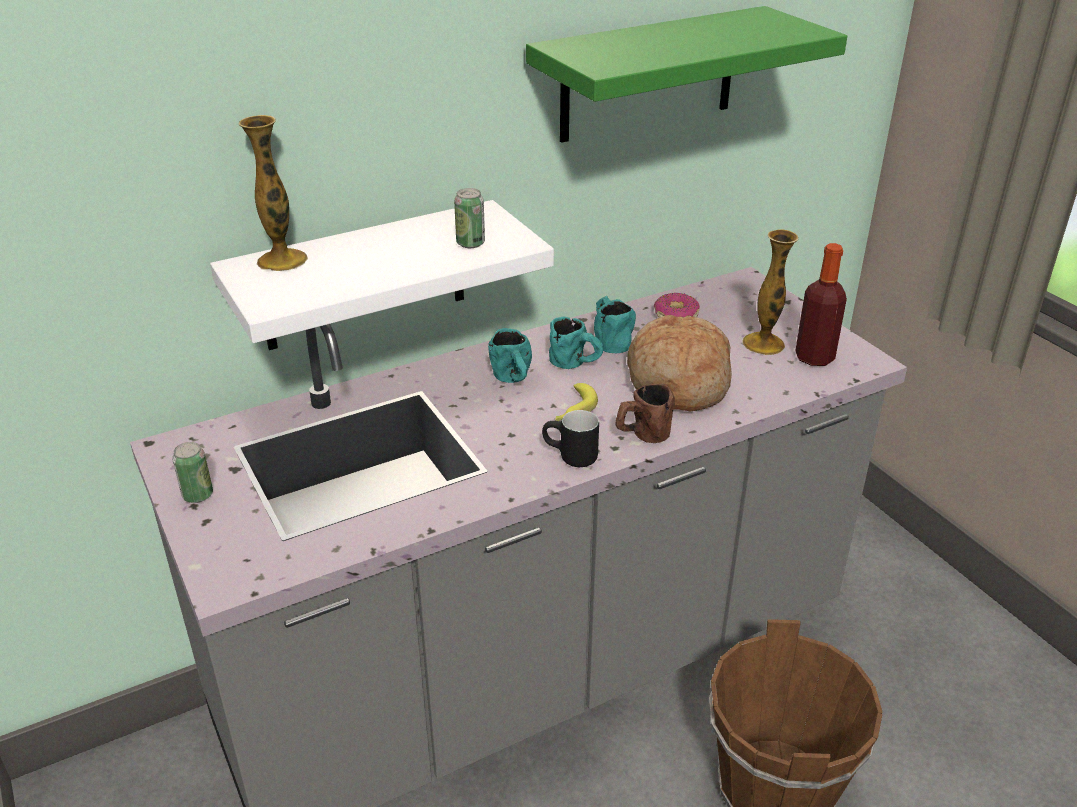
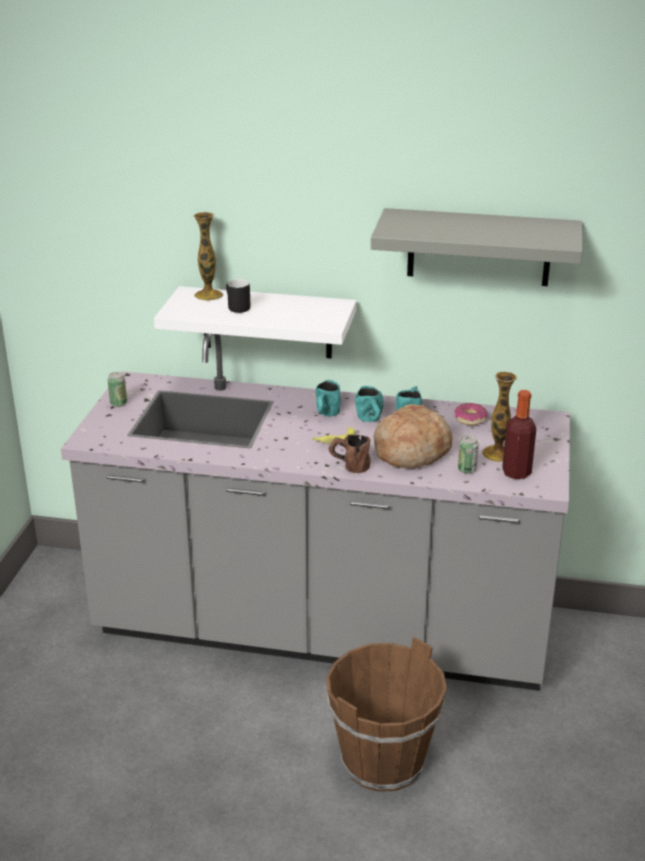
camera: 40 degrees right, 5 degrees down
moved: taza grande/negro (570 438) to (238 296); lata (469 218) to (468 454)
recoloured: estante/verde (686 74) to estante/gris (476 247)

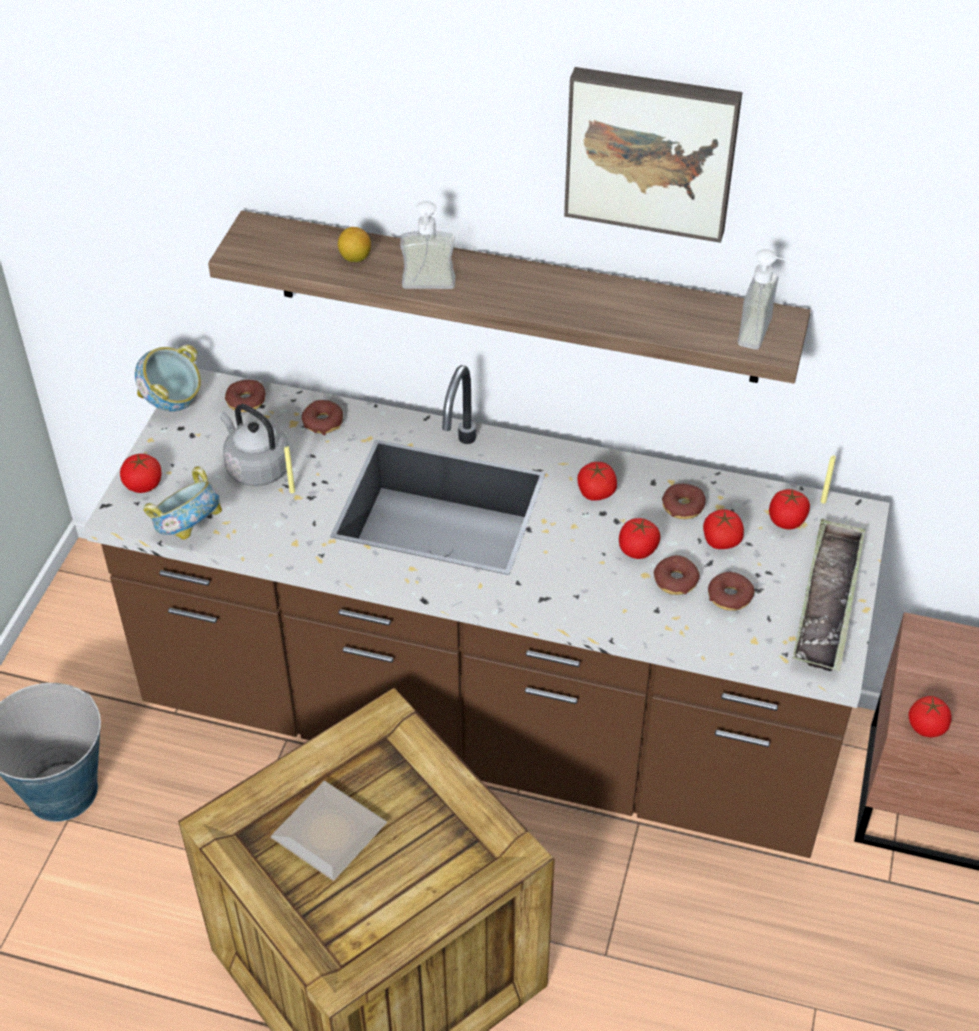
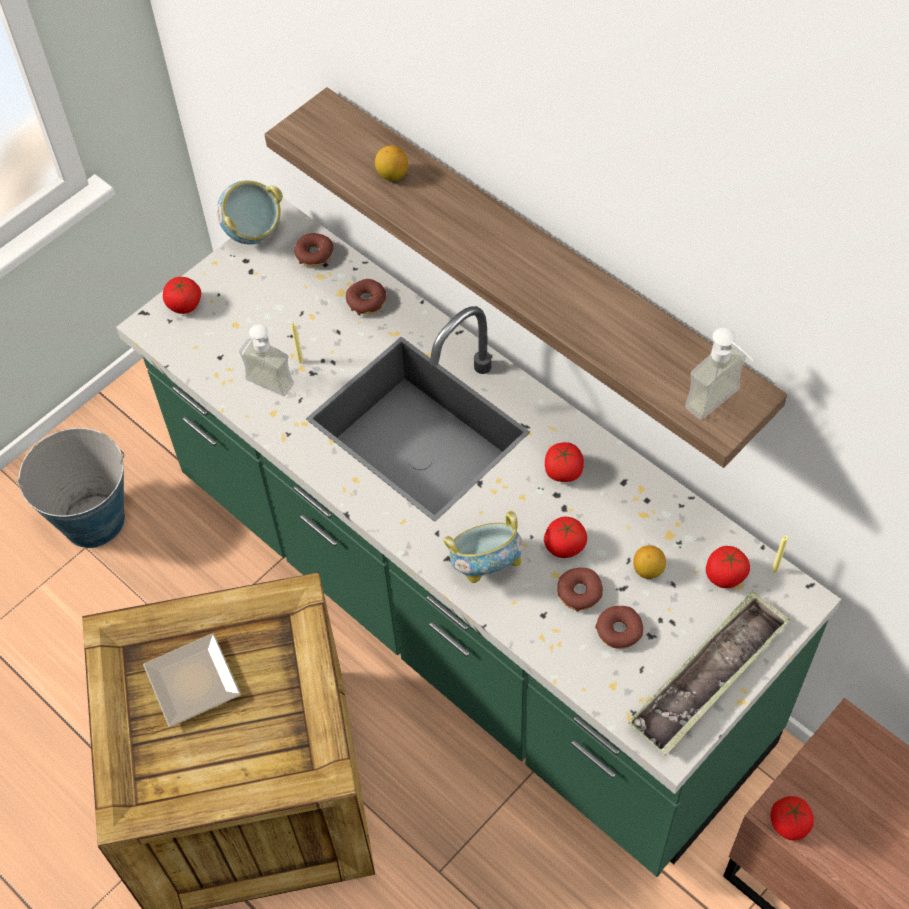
camera: 30 degrees right, 10 degrees up
removed: hervidor/gris (254 445); cuadro (653 155); rosquilla (684 501)
moved: dispensador de jabón (427 245) to (266 360); cuenco (182 503) to (483 547)
replaced: tomate (723 529) to limón (649 562)
recoloured: mueble bajo de cocina/marrón (487 611) to mueble bajo de cocina/verde (478 537)

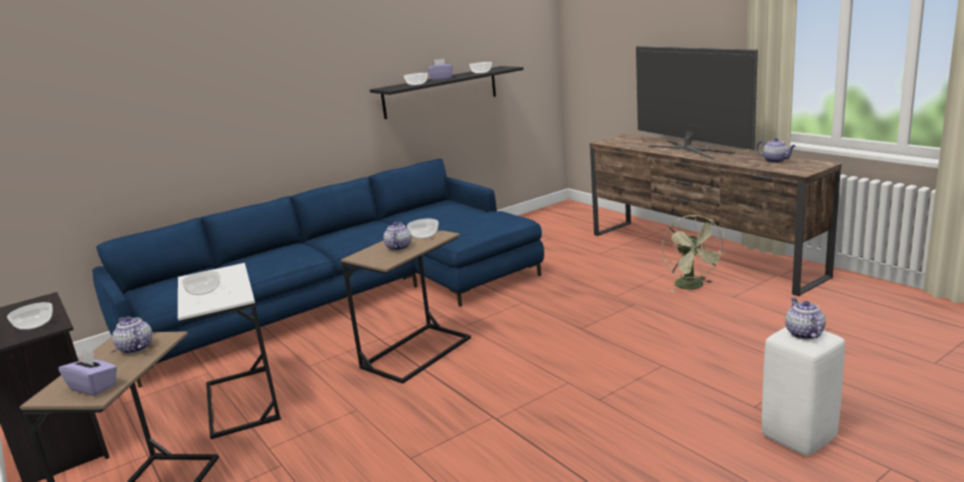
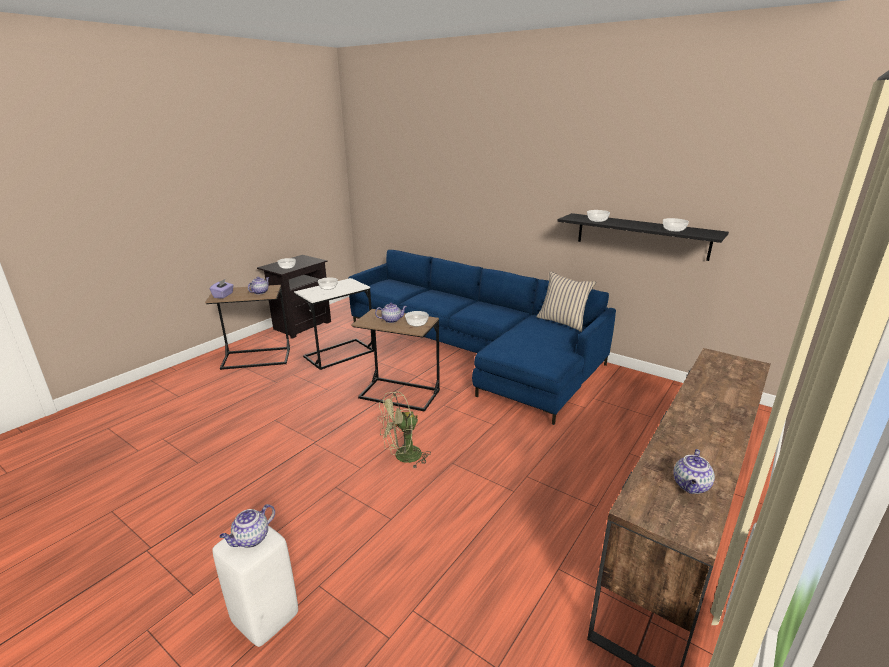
camera: 70 degrees right, 5 degrees up
removed: caja de pañuelos/morado (440 69); televisor (697 102)
added: cojín/beis (566 301)
moved: ventilador/verde (694 253) to (404 430)
turned: tetera (805 318) = (247 526) 150 degrees clockwise

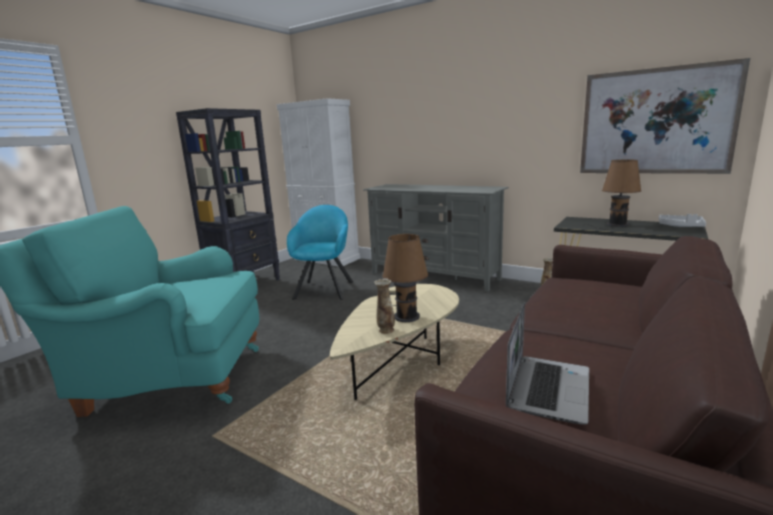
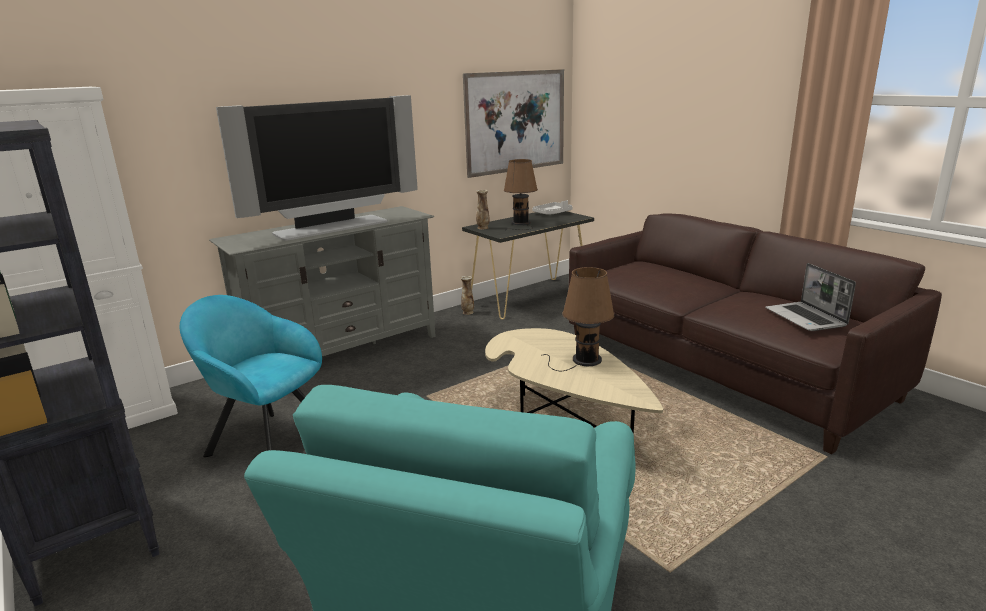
camera: 70 degrees left, 5 degrees up
added: televisor (317 168)
moved: florero (384 306) to (482 209)
turned: portátil (547 364) = (810 297) 150 degrees counterclockwise

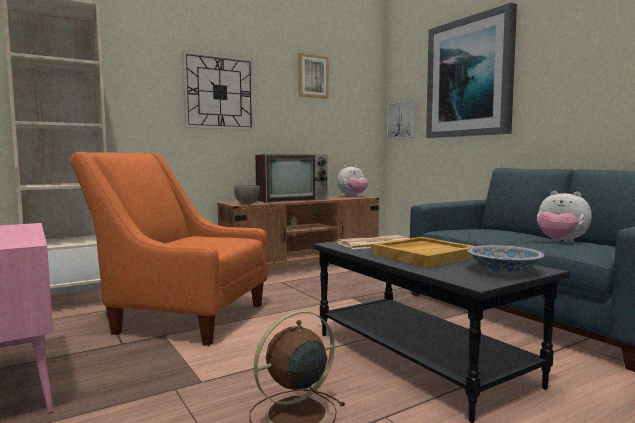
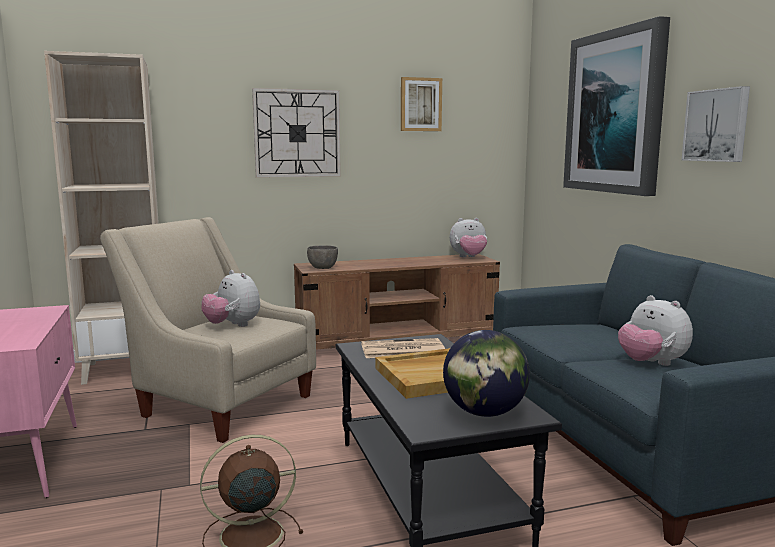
camera: 15 degrees right, 5 degrees up
removed: televisor (291 178)
added: peluche (230 298)
moved: cuadro (401 120) to (716 124)
replaced: cuenco (506 258) to globo terráqueo (486 373)
recoloured: sillón/naranja (168 249) to sillón/beis (208 330)

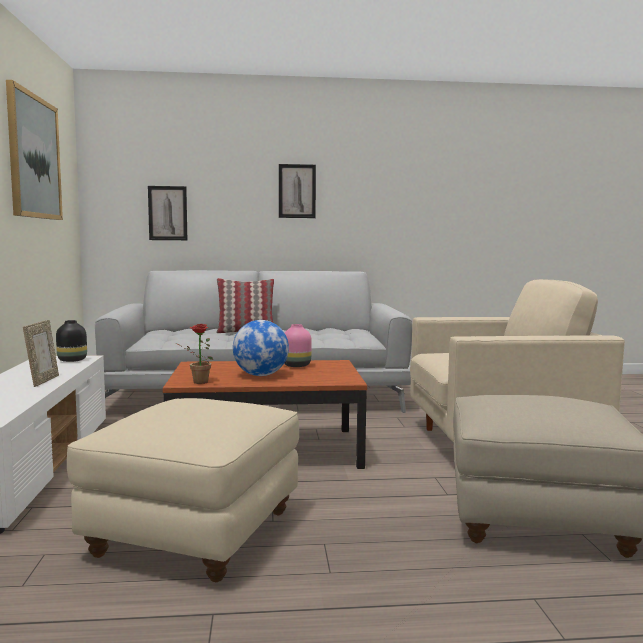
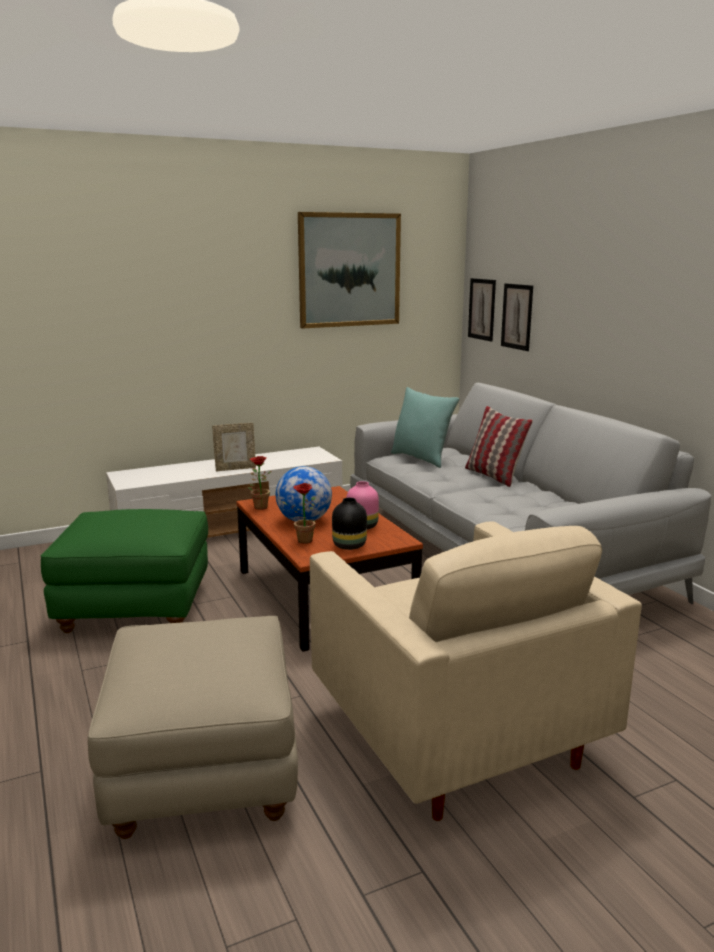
camera: 70 degrees right, 10 degrees up
added: planta en maceta (298 513); cojín/turquesa (425 427)
moved: florero/negro (71 341) to (349 524); cuadro (297 191) to (482 309)
recoloured: puf/beis (183 490) to puf/verde (124 571)

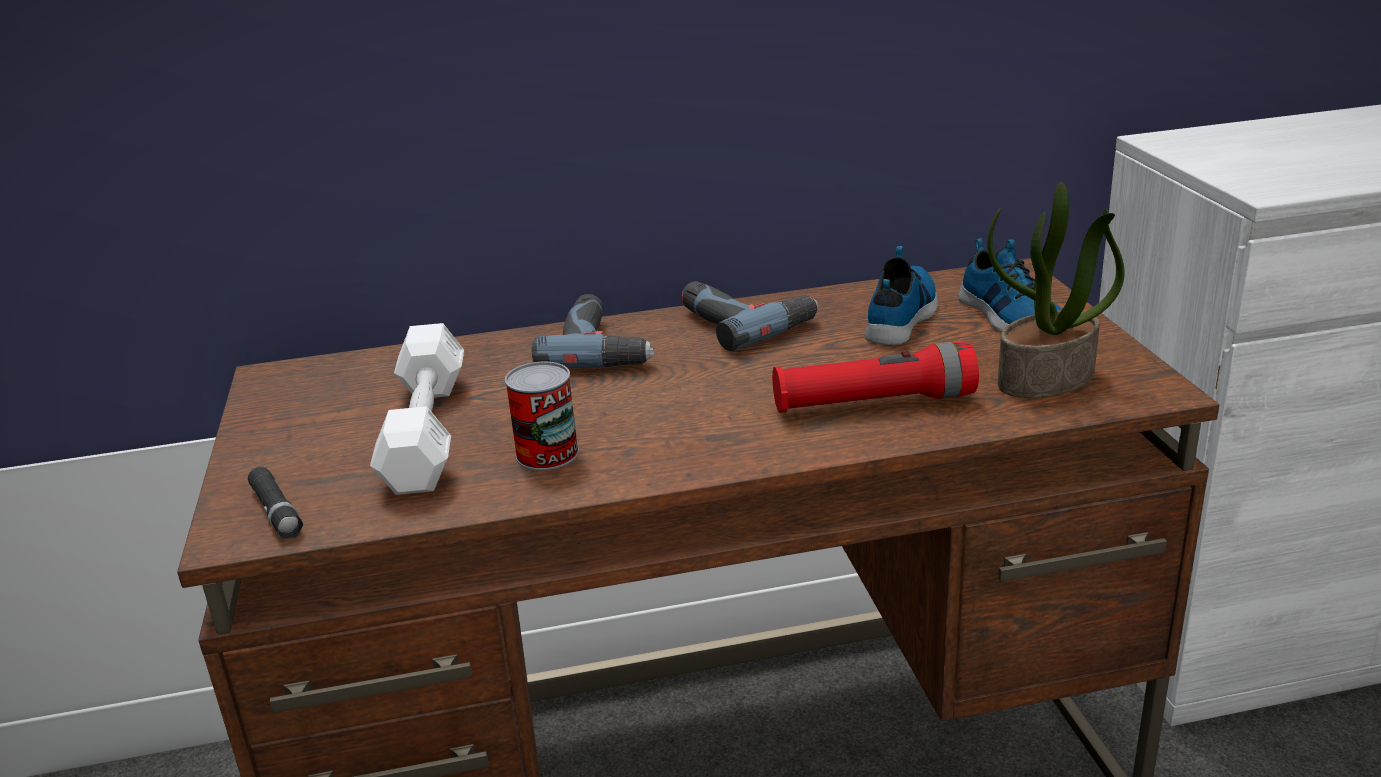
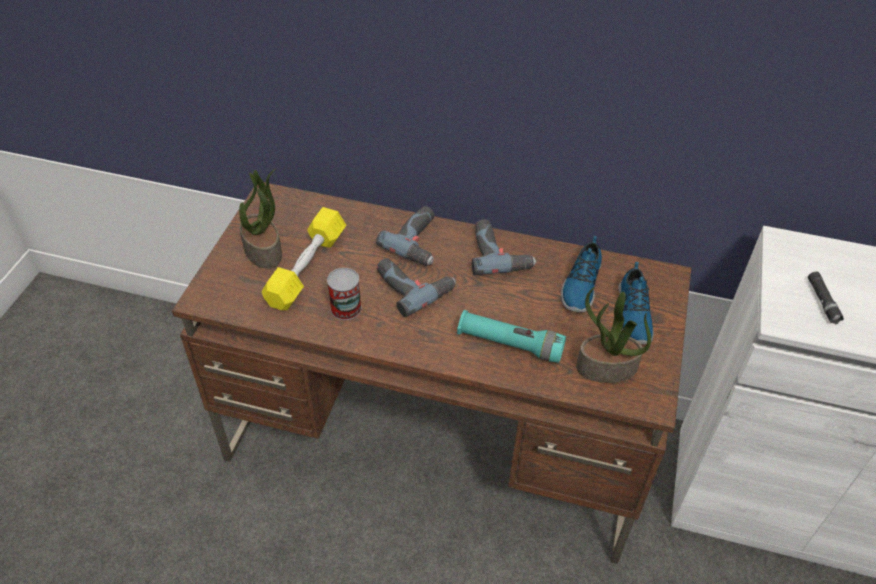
camera: 25 degrees right, 20 degrees up
added: planta en maceta (260 218); taladro (416 287)
moved: linterna/negro (275 503) to (826 298)
recoloured: mancuerna/blanco (417 409) to mancuerna/amarillo (304 258); linterna/rojo (875 377) to linterna/turquesa (511 336)
turned: zapato (901 295) = (581 274) 150 degrees clockwise

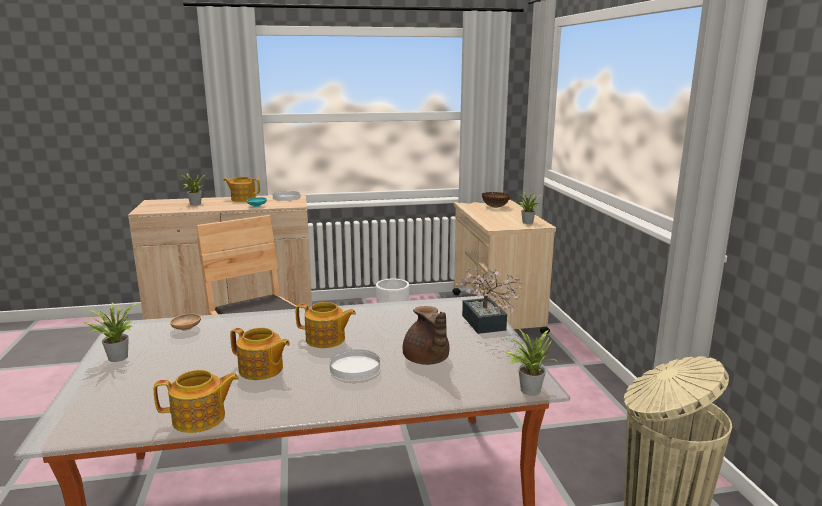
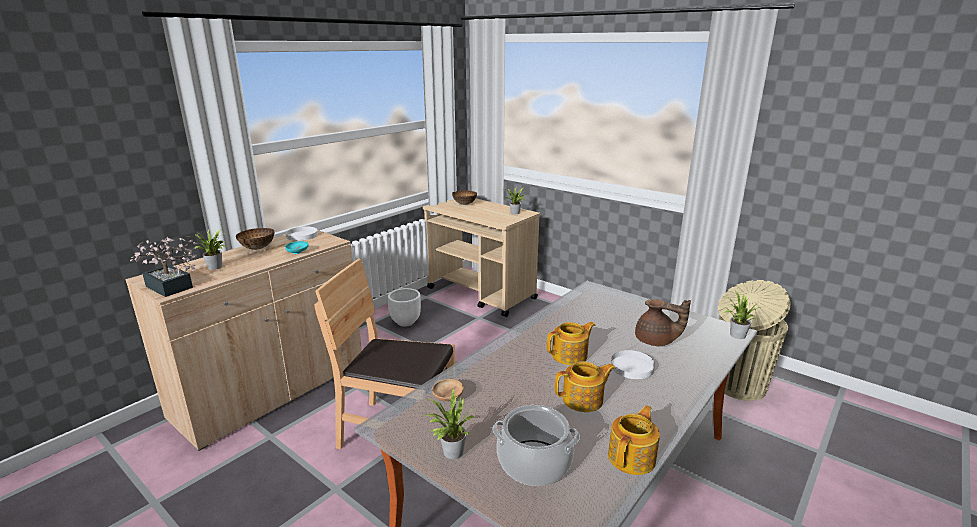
camera: 40 degrees left, 5 degrees up
added: olla (536 445)
moved: planta en maceta (489 300) to (164 267)
replaced: tetera (241 189) to cuenco (255 239)

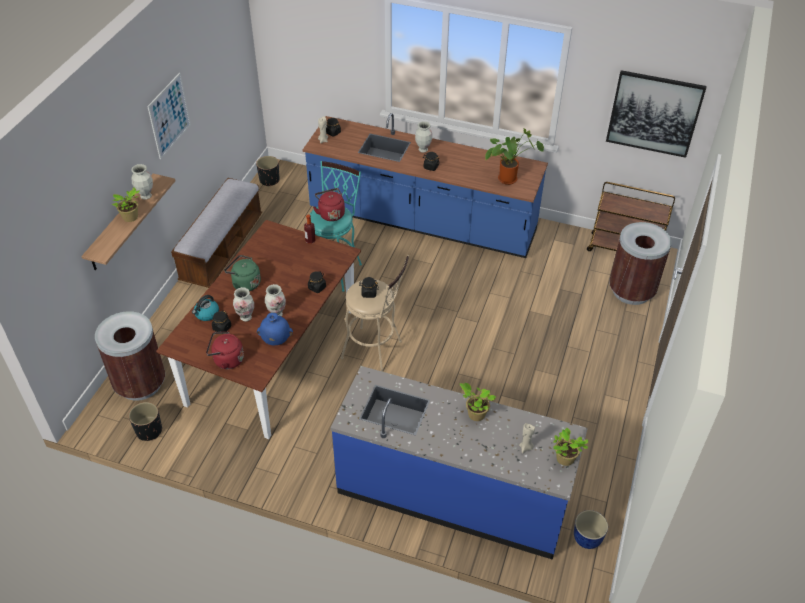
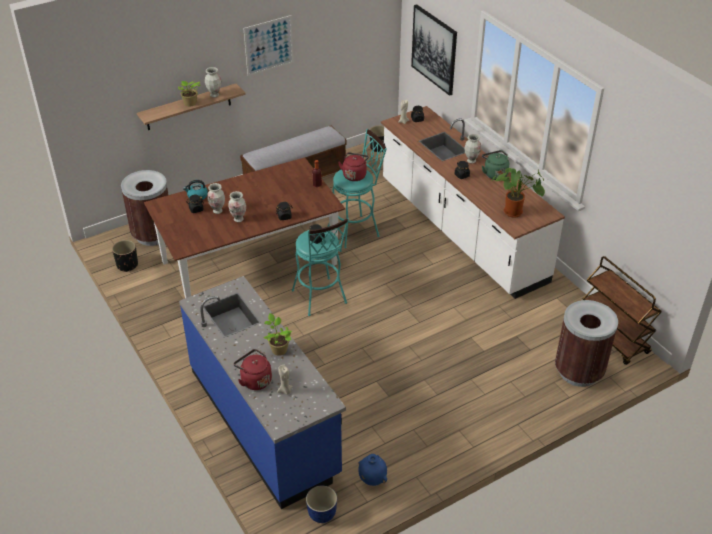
camera: 40 degrees right, 5 degrees down
removed: planta en maceta (570 447)
moved: hervidor/rojo (225 350) to (253 369); florero/azul (275 329) to (372 470); cuadro (656 114) to (434 50); hervidor/verde (242 273) to (495 165)
recoloured: taburete/beis (375 313) to taburete/turquesa (320 267); mueble bajo de cocina/azul (425 185) to mueble bajo de cocina/blanco (473 202)

